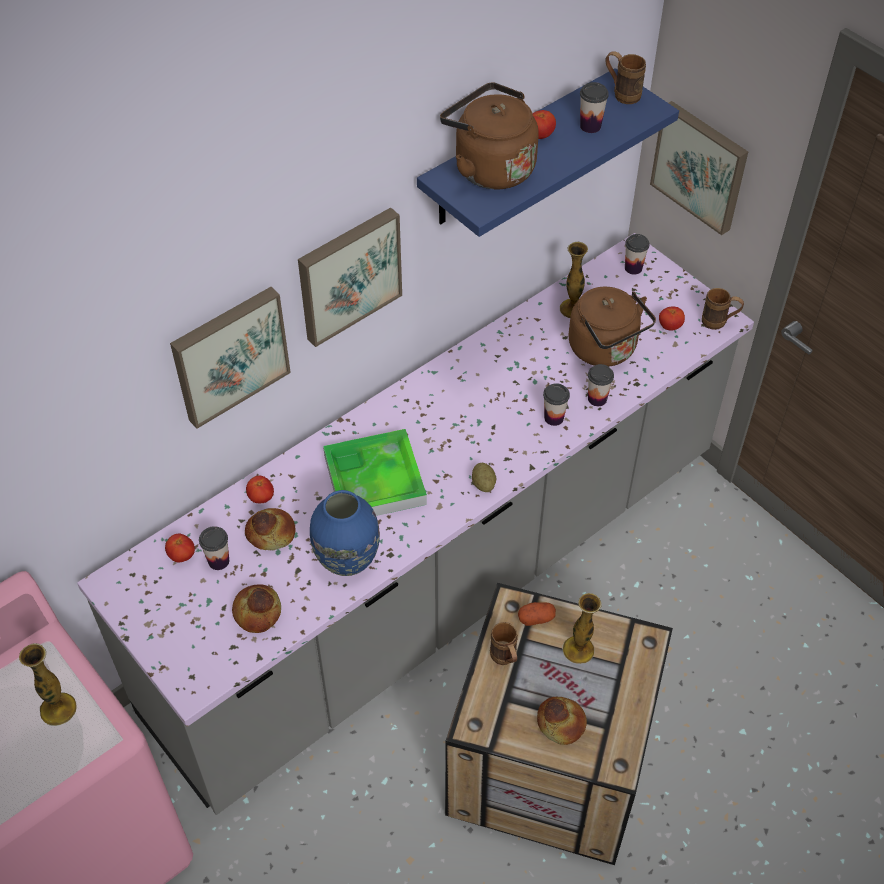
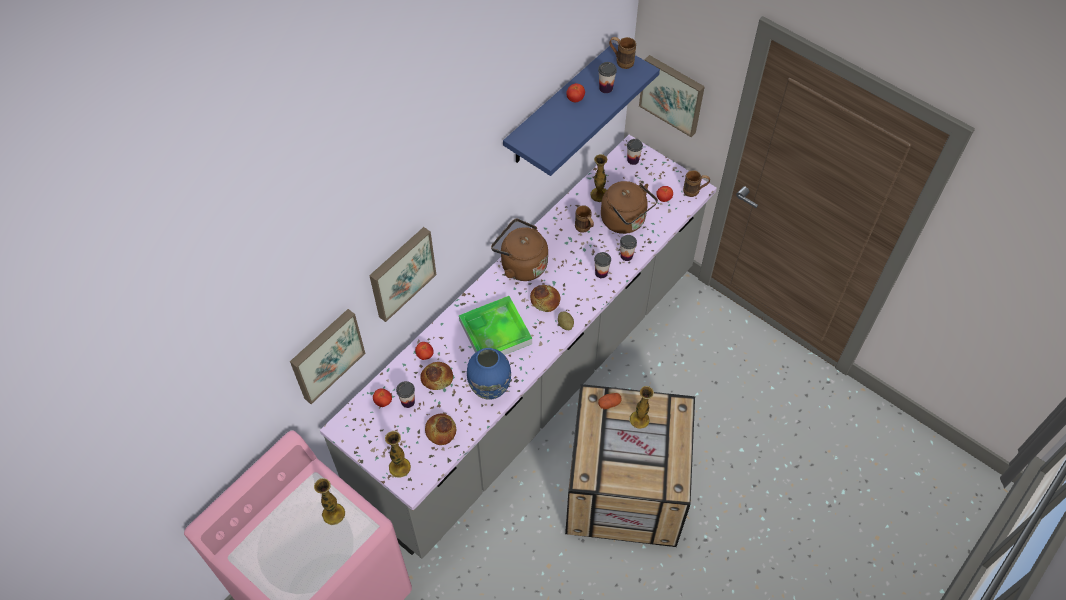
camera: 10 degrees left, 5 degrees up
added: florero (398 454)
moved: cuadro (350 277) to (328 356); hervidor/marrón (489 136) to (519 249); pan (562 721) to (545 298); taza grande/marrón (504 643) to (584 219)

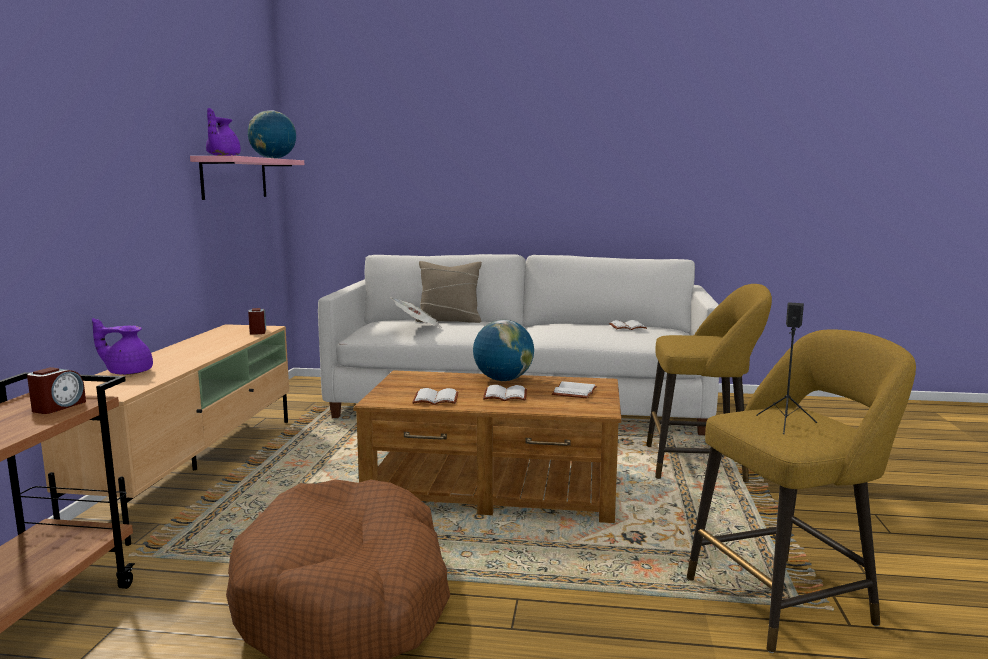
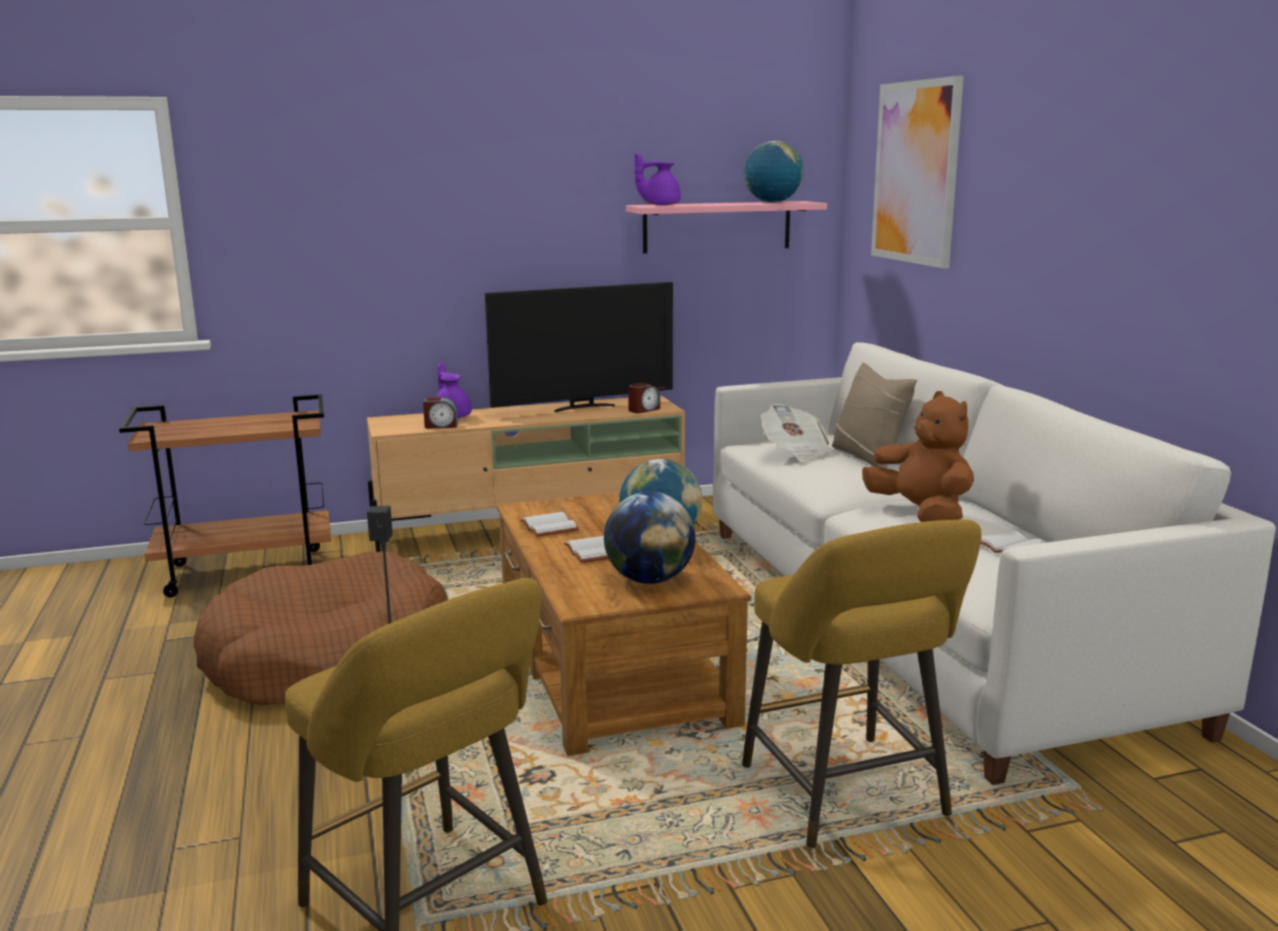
camera: 65 degrees right, 5 degrees up
added: televisor (579 347); peluche/marrón (918 456); cuadro (917 172)
moved: despertador (56 390) to (440 412)
replaced: libro/blanco (574 390) to globo terráqueo (650 538)

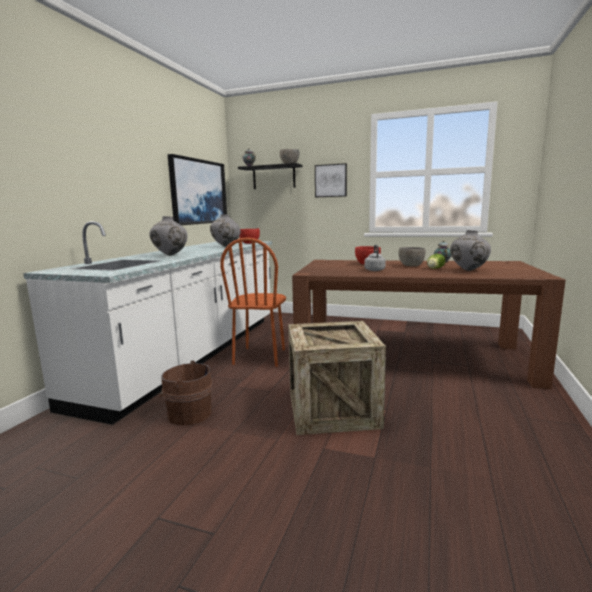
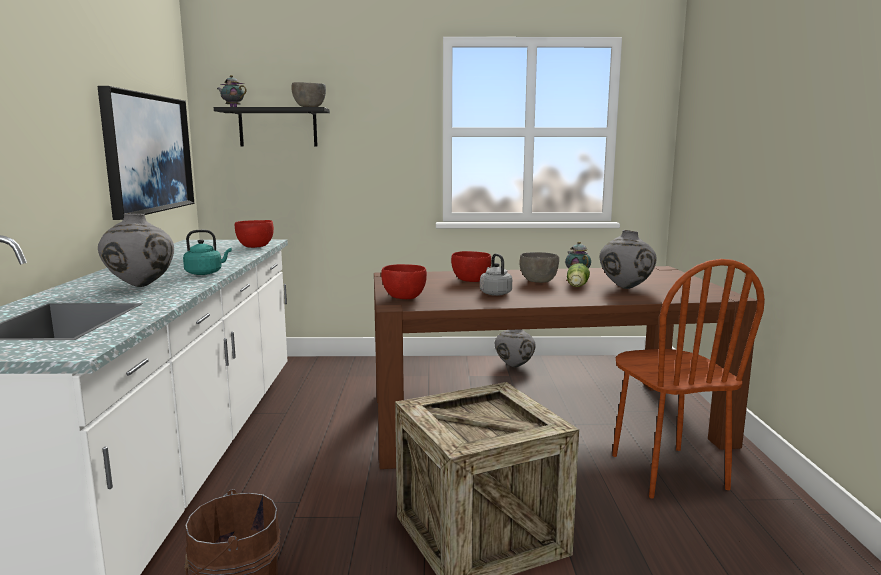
camera: 20 degrees left, 0 degrees up
removed: cuadro (331 180)
added: hervidor/turquesa (207 252); cuenco/rojo (404 281)
moved: florero/gris (225 230) to (515 348); silla/marrón (253 302) to (688 378)

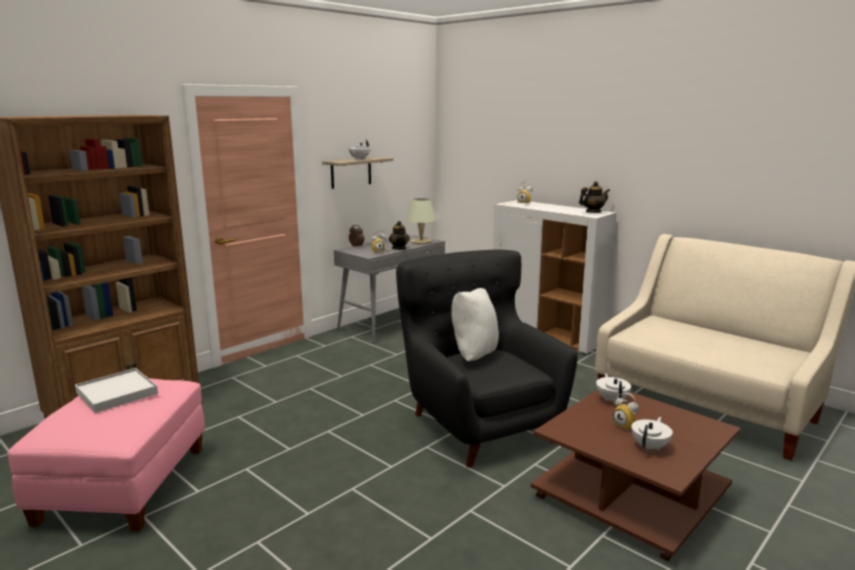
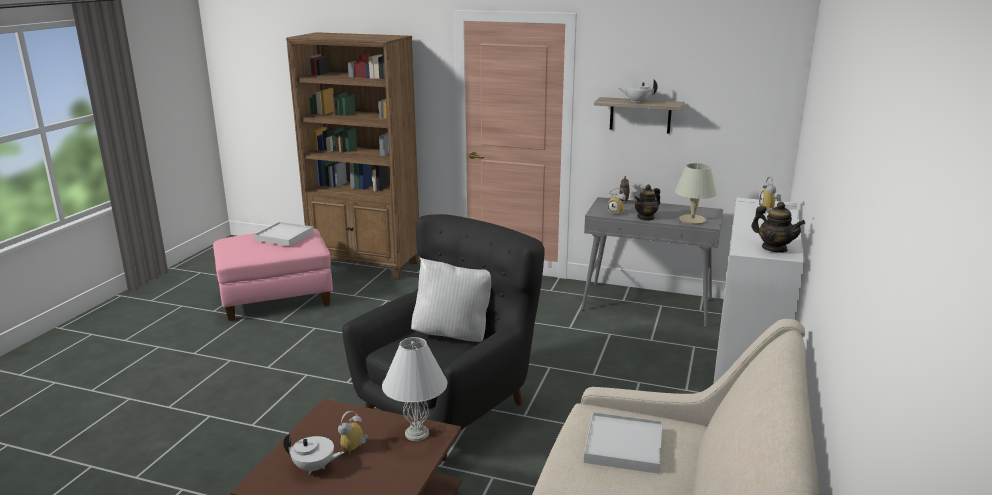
camera: 65 degrees right, 5 degrees up
added: bandeja/blanco (623 443)
replaced: tetera/blanco (613 388) to lámpara de mesa/blanco (414 389)

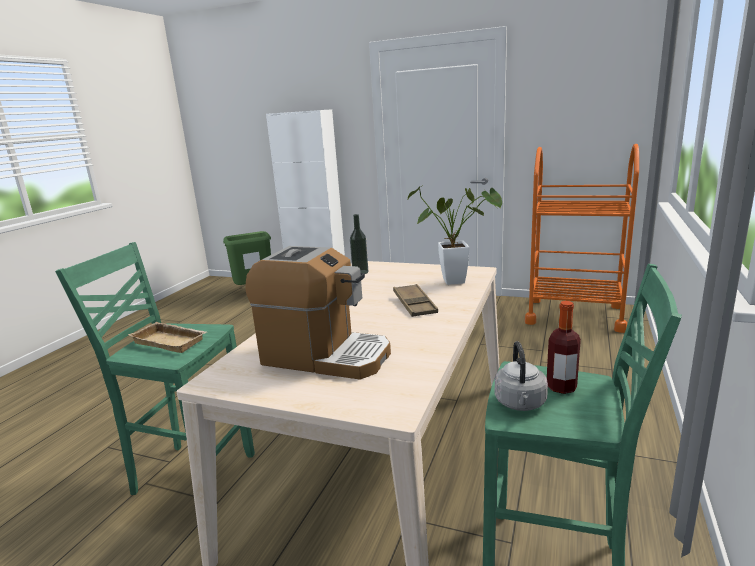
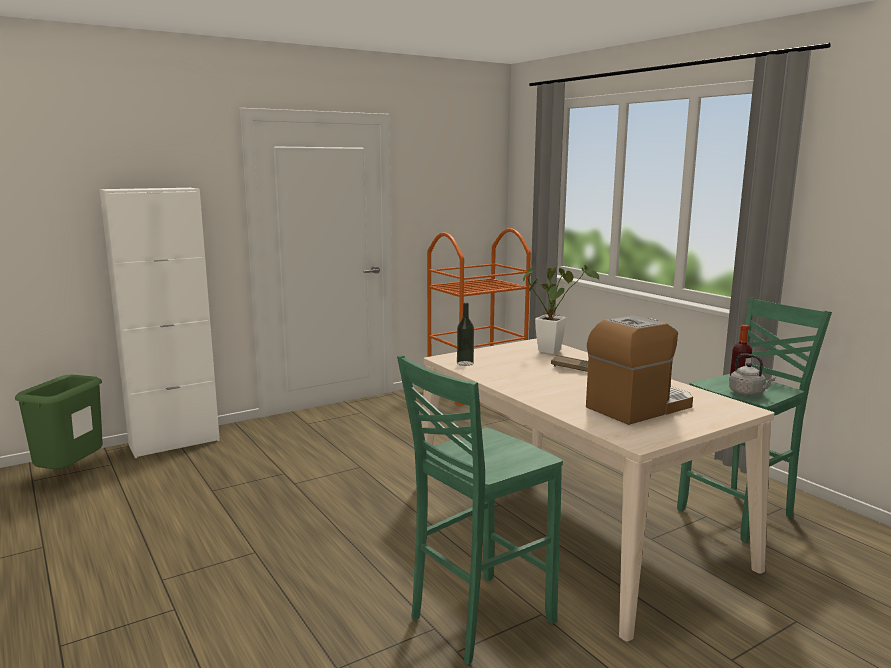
camera: 55 degrees left, 5 degrees down
removed: bandeja/beis (167 337)

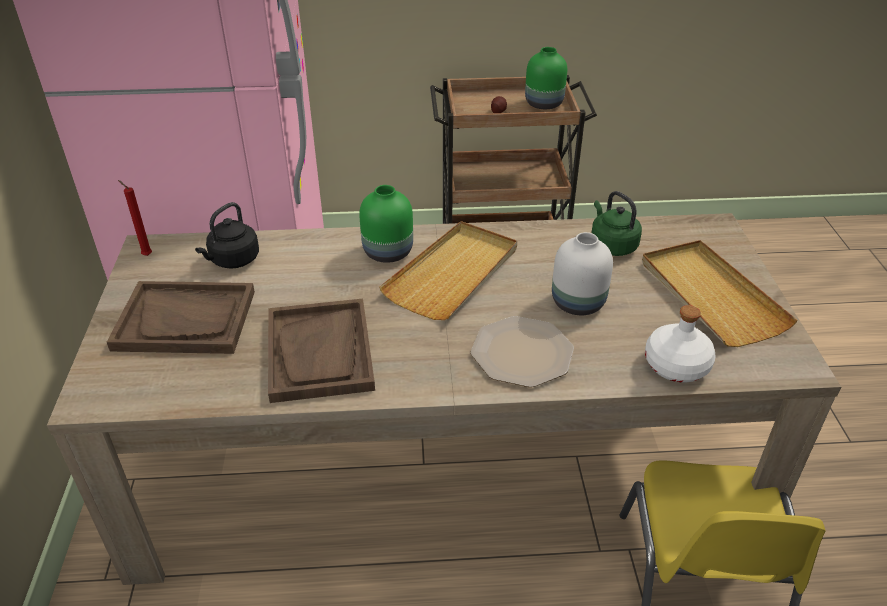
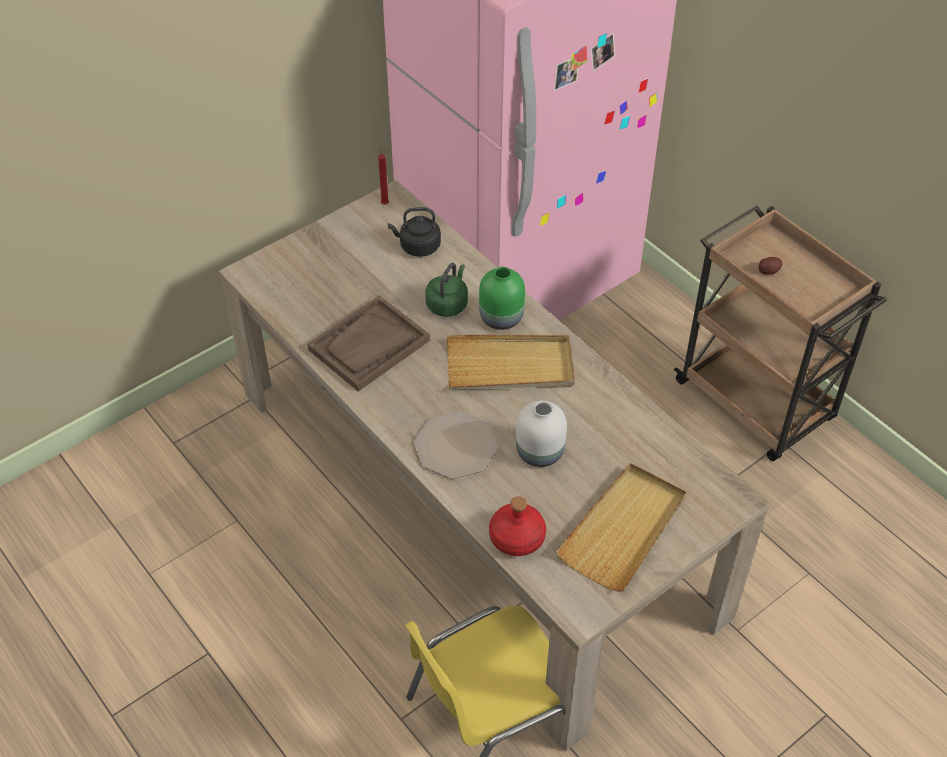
camera: 55 degrees right, 10 degrees up
removed: bandeja/marrón (181 317); florero/verde (546 78)
moved: hervidor/verde (616 223) to (446 290)
recoloured: botella/blanco (680 343) to botella/rojo (517 526)

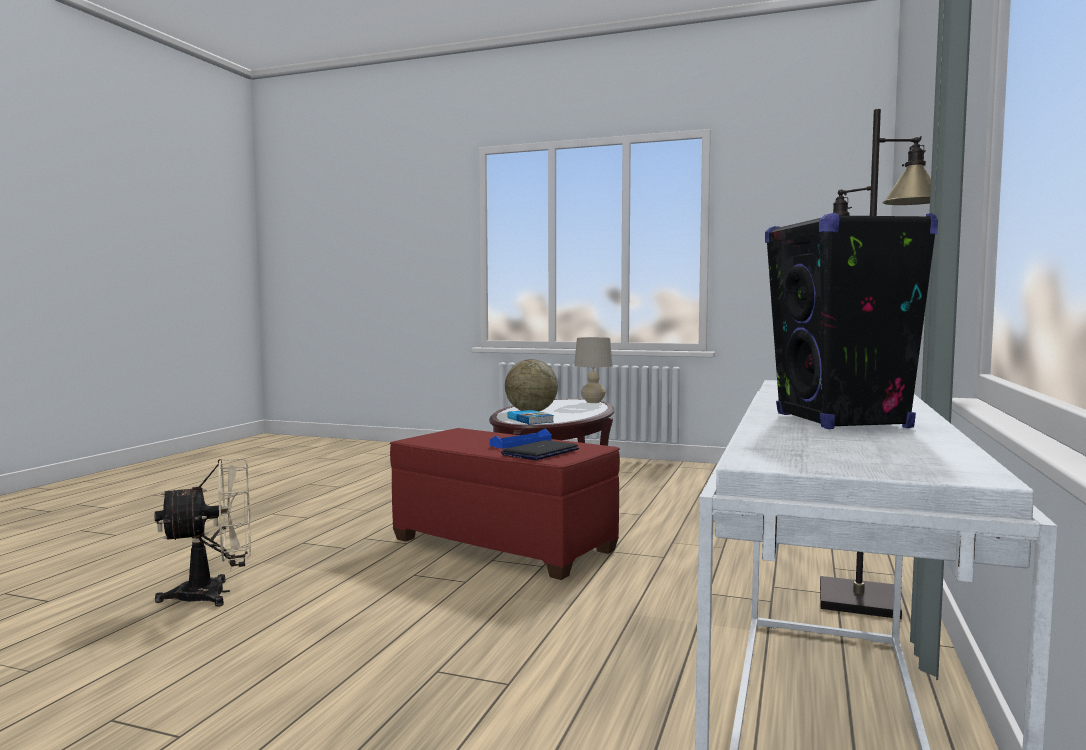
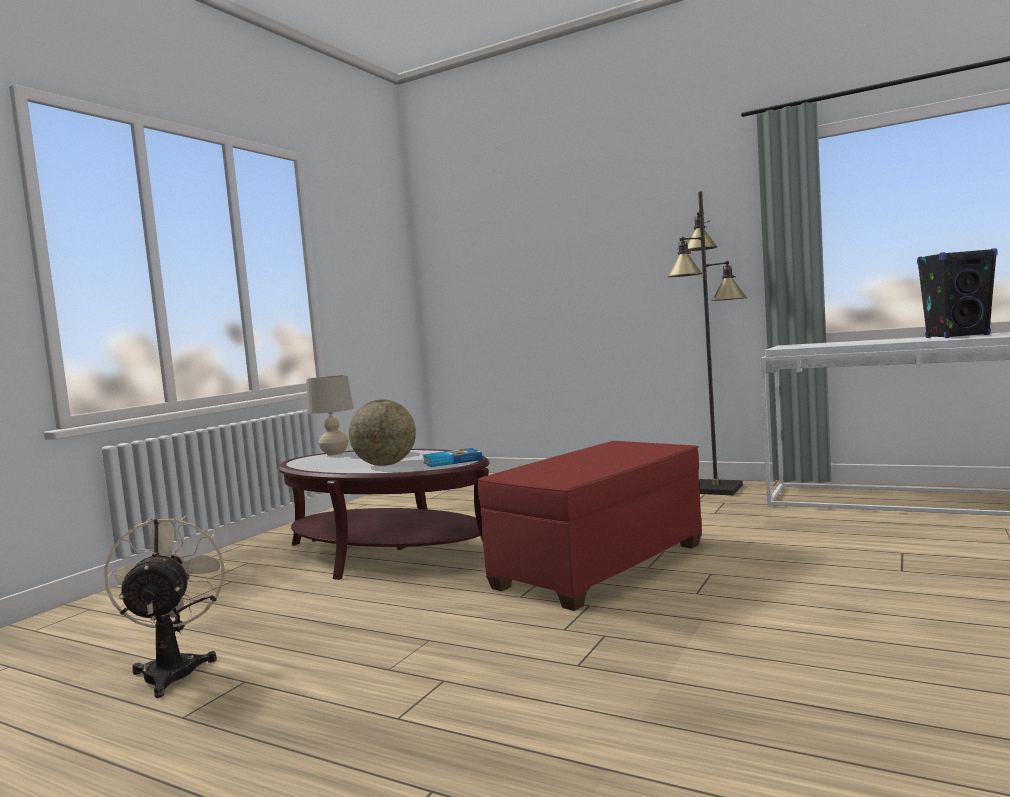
camera: 80 degrees left, 0 degrees up
removed: bandeja/azul (521 439); portátil (540 450)
moved: ventilador/beis (202 533) to (166 607)

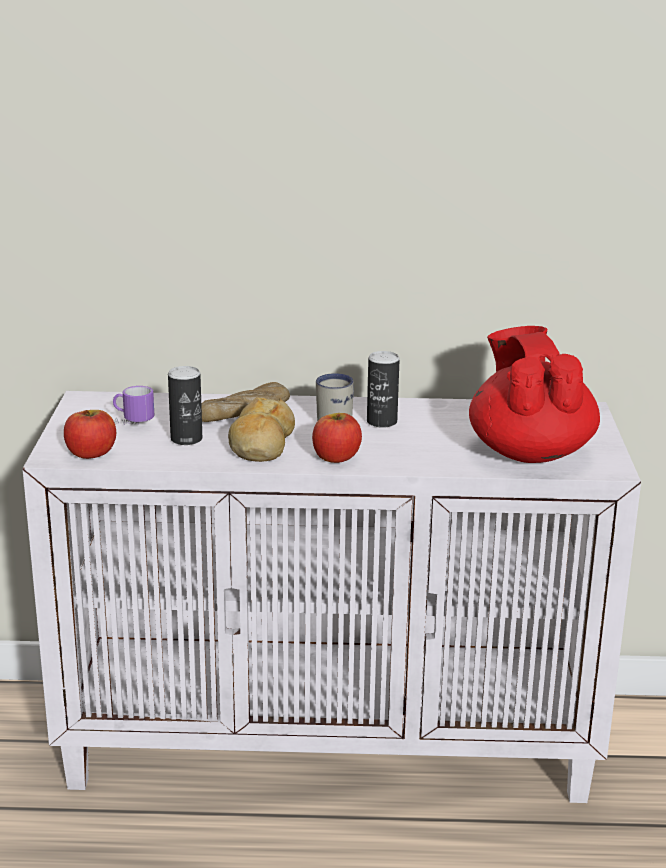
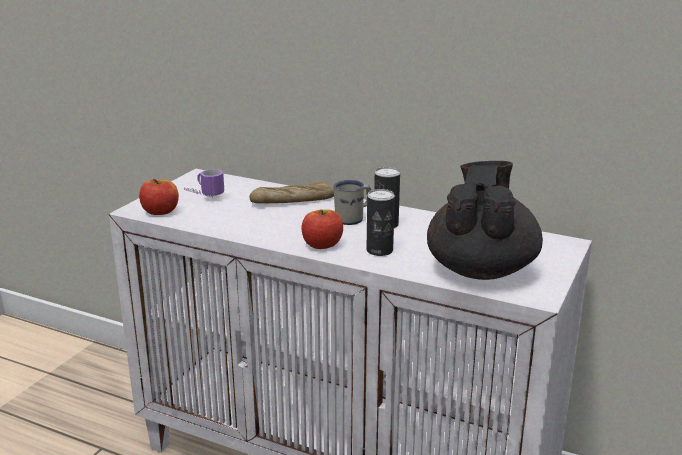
camera: 25 degrees right, 0 degrees up
removed: pan (261 429)
moved: lata (185 405) to (381 222)
recoloured: tetera/rojo (534 394) to tetera/negro (485 220)

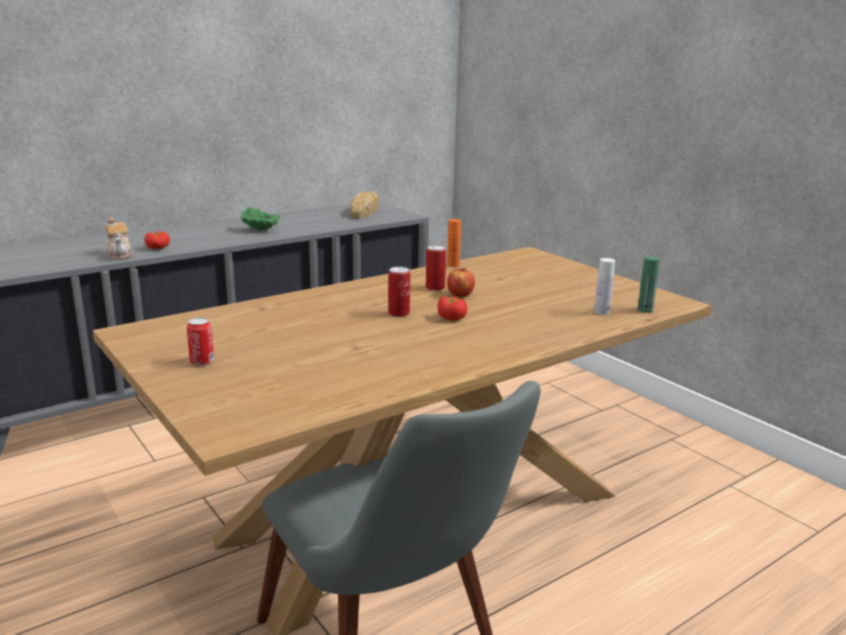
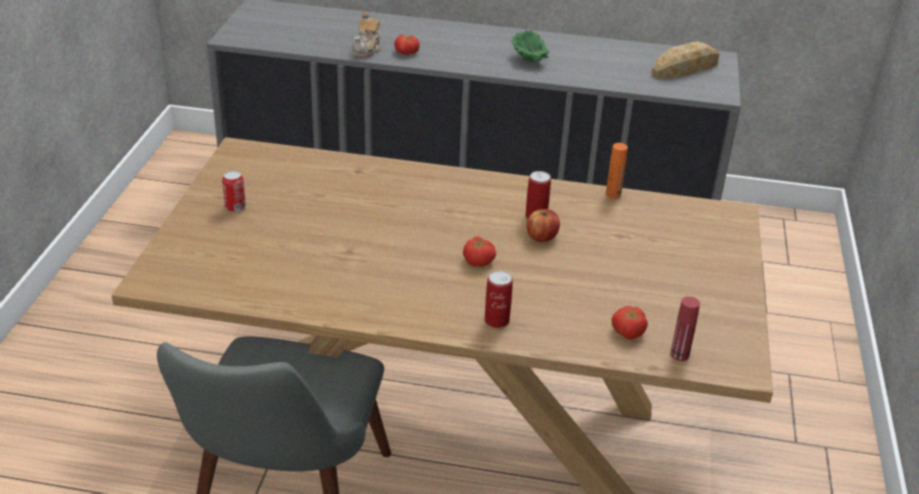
camera: 45 degrees right, 15 degrees up
moved: lata (399 292) to (499 299)
replaced: botella/blanco (604 286) to tomate (630 322)
recoloured: botella/verde (649 284) to botella/rojo (685 328)

